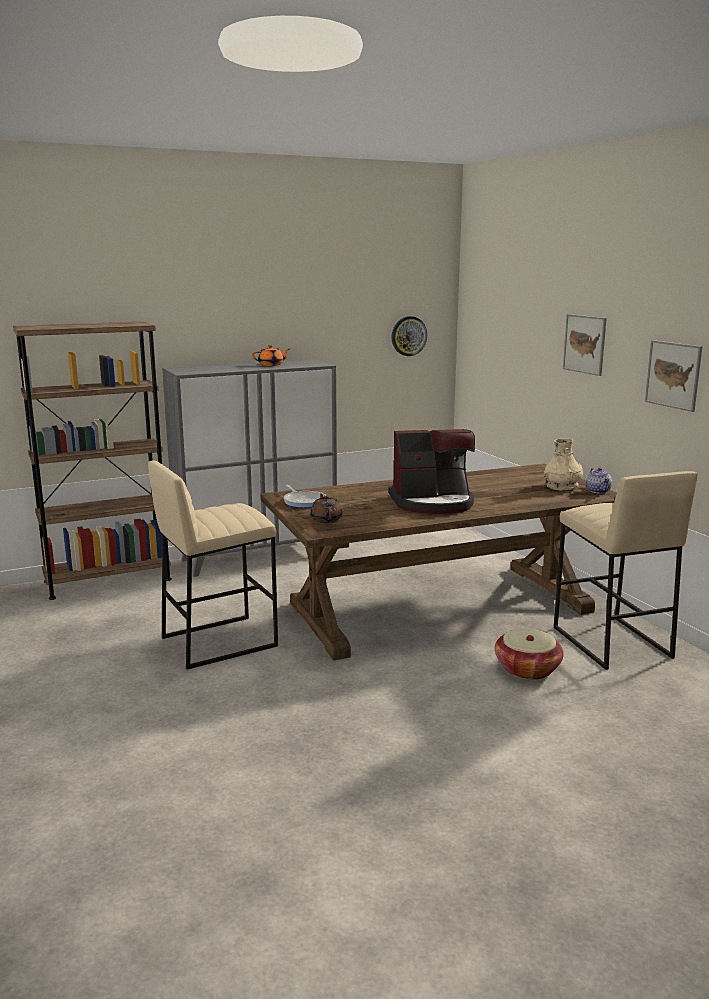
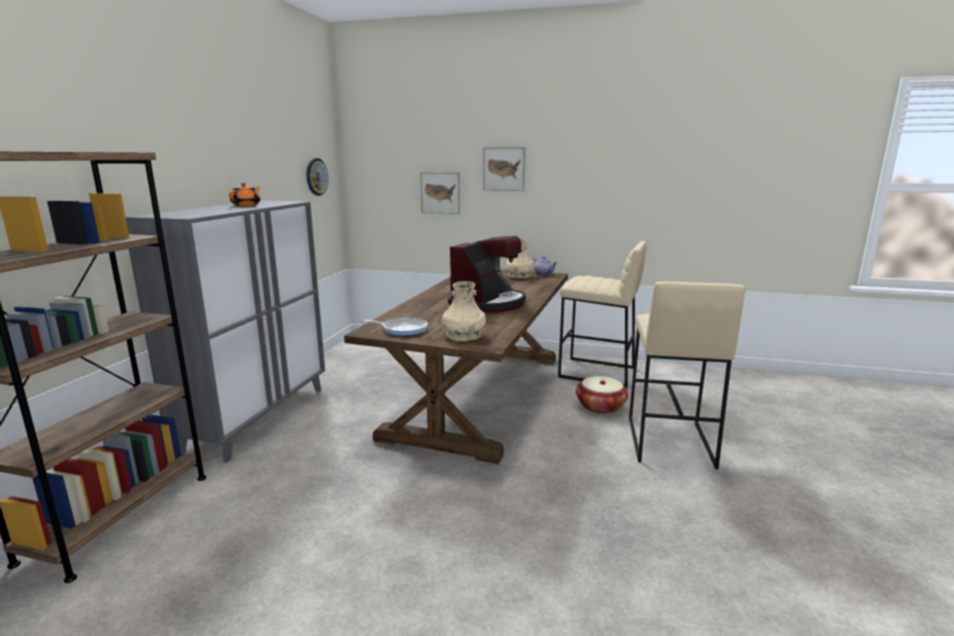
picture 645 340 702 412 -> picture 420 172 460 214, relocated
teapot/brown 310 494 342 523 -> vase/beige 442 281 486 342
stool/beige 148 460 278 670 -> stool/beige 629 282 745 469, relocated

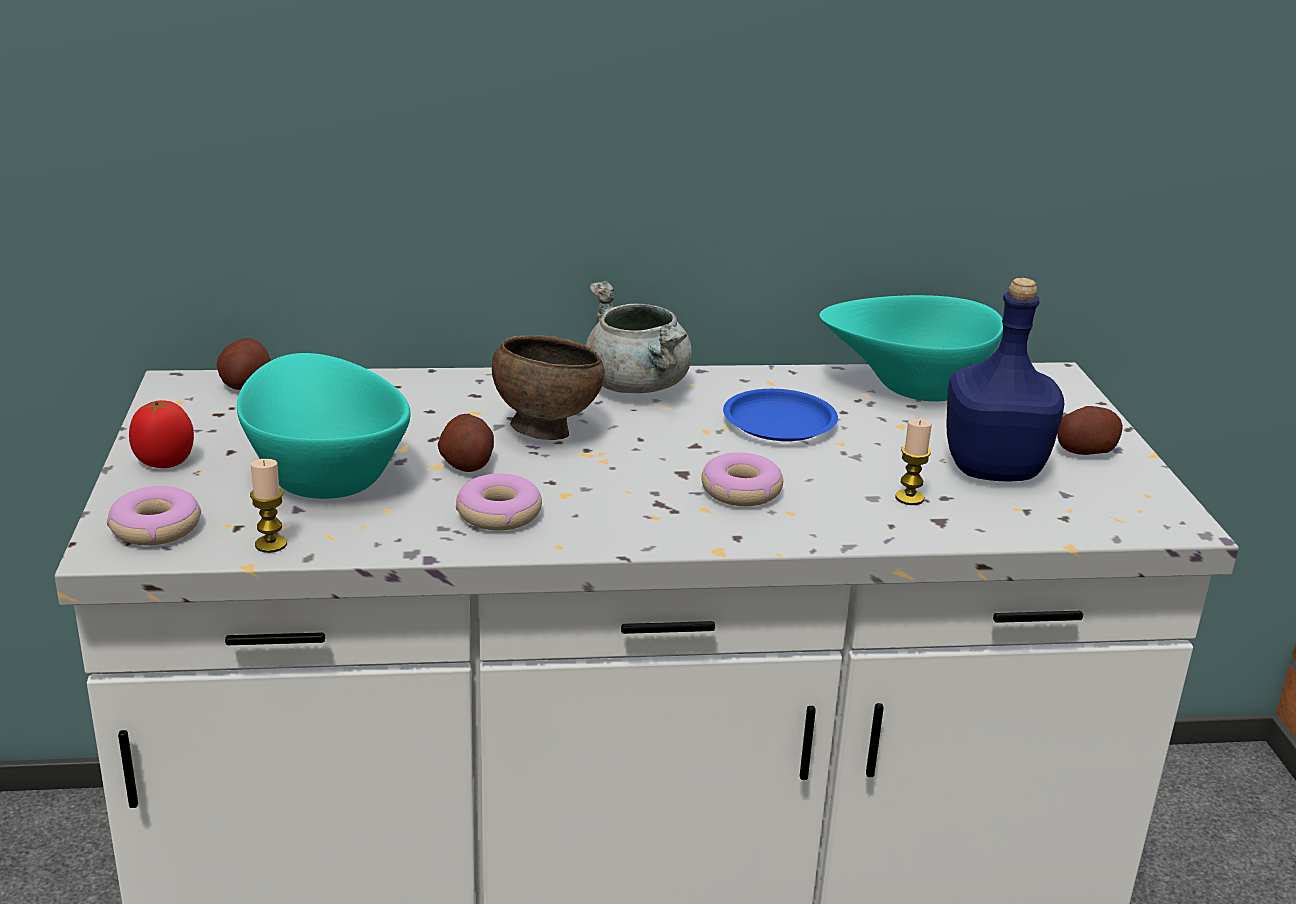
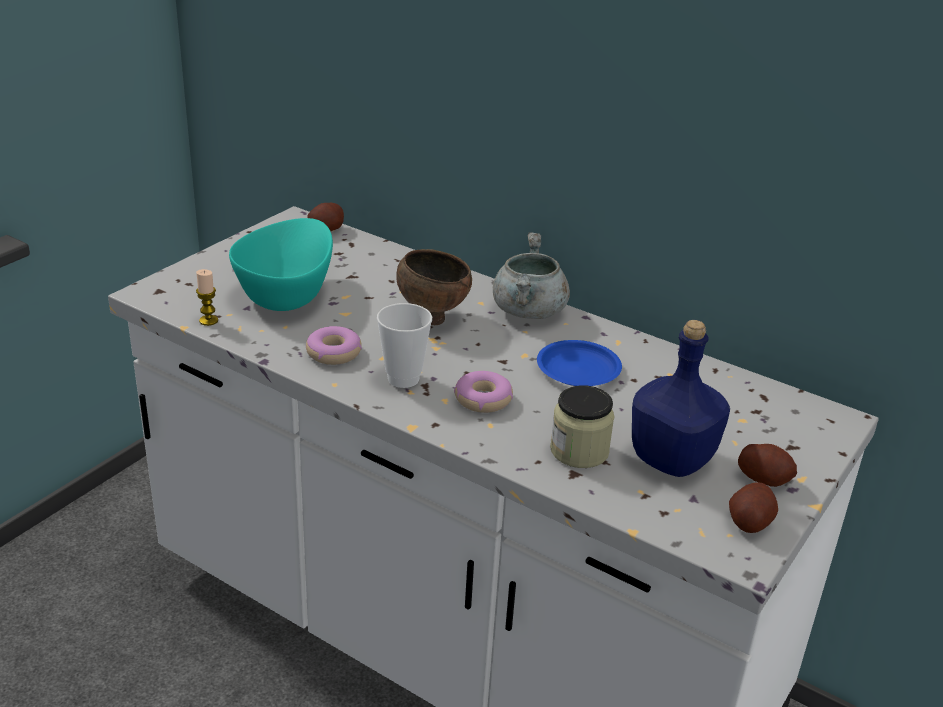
none -> cup 377 303 432 388
candle 895 419 932 505 -> jar 550 385 615 468
potato 438 414 494 472 -> potato 729 482 778 533, relocated
donut 107 486 201 545 -> none
tomato 129 400 194 468 -> none
bowl/turquoise 819 295 1003 402 -> none

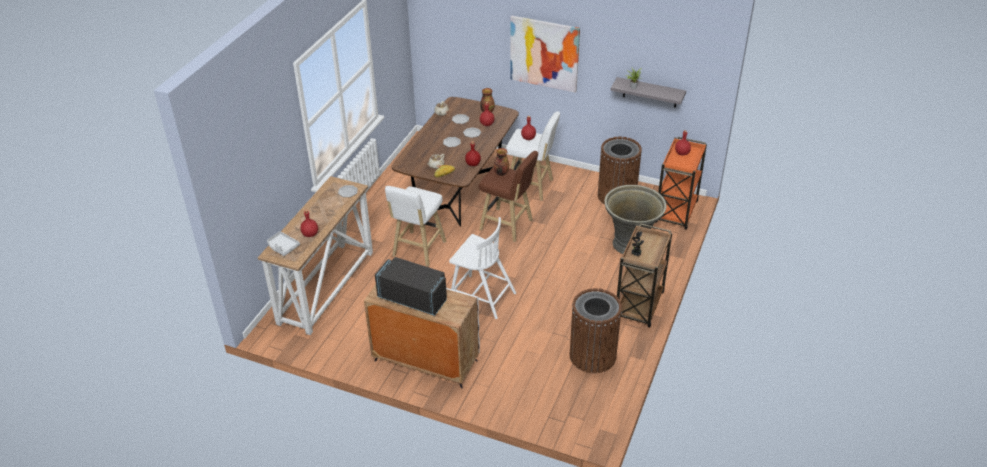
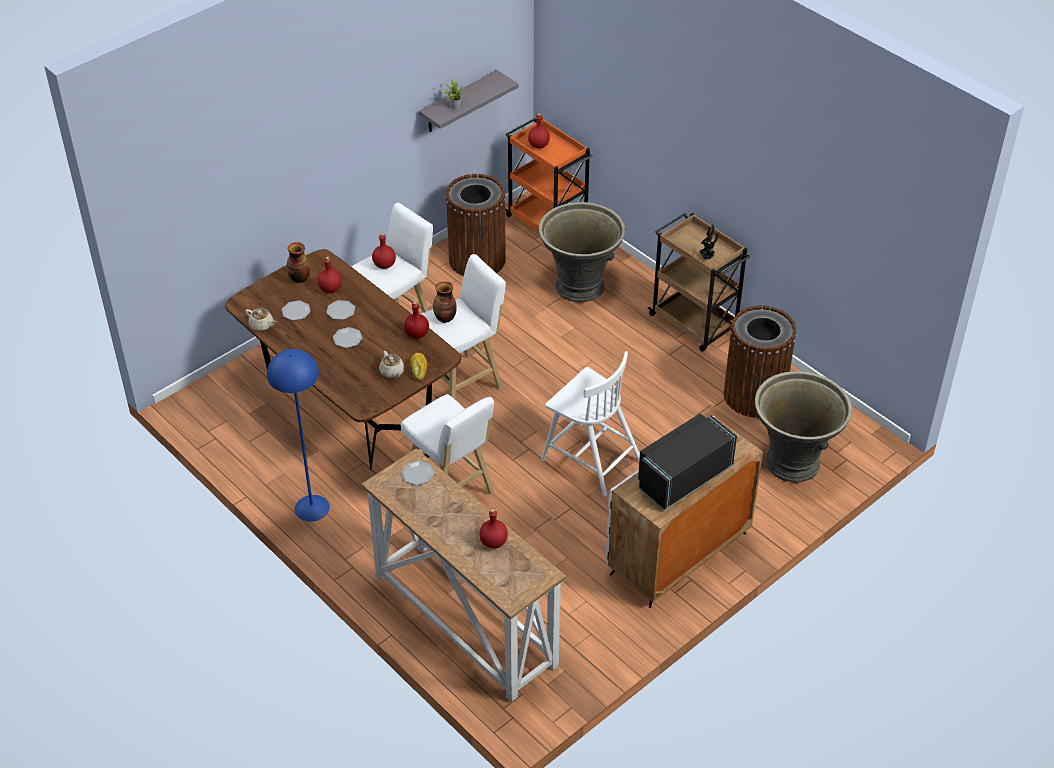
none -> floor lamp/blue 267 349 330 522
stool/brown 479 151 538 242 -> stool/white 421 254 506 399
chair/white 449 217 516 319 -> chair/white 541 351 640 496, 75 degrees clockwise
none -> planter/grey 755 371 852 483
tray/grey 267 231 300 256 -> none
picture 510 16 580 93 -> none

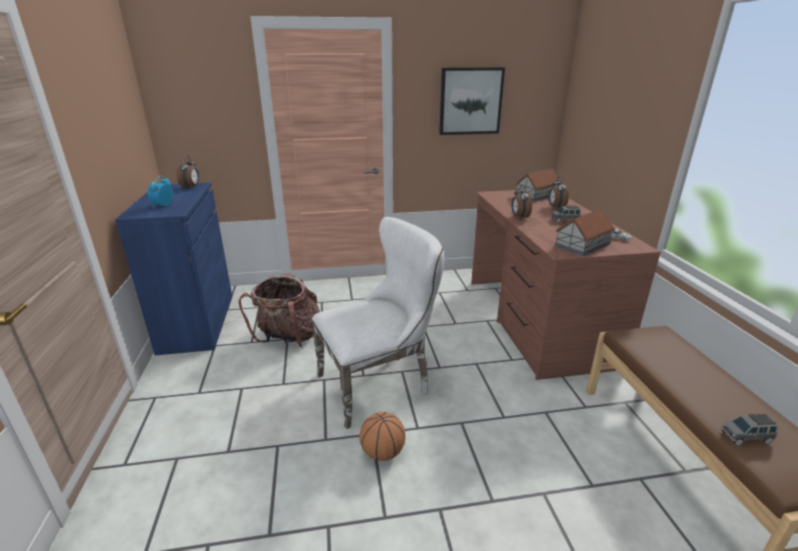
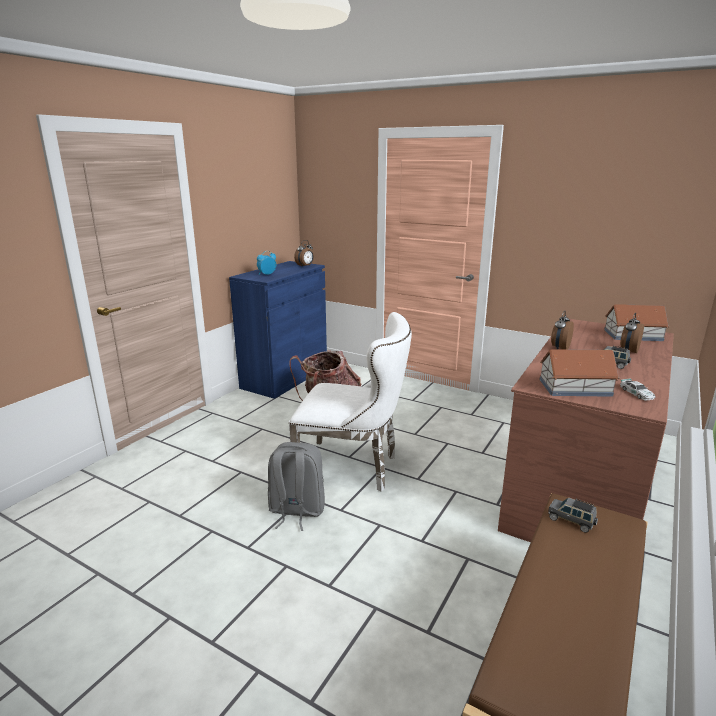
basketball 359 412 405 461 -> backpack/grey 268 442 325 531
toy car/grey 721 414 778 446 -> toy car/grey 548 498 598 533, relocated
picture 439 67 505 135 -> none

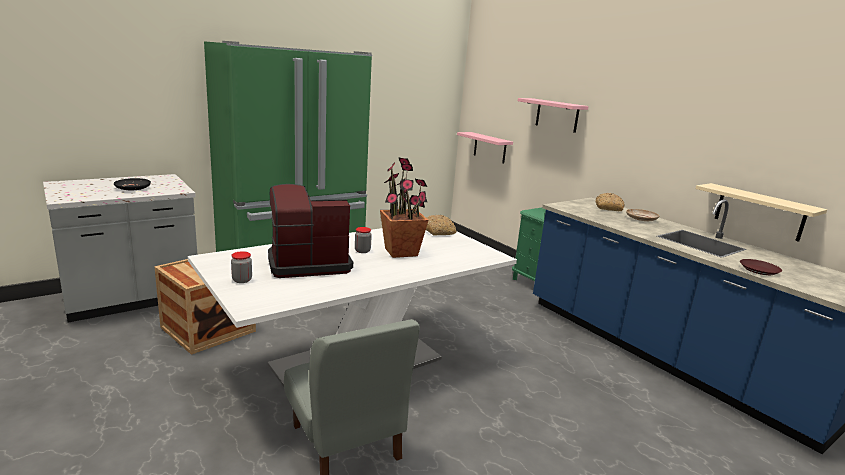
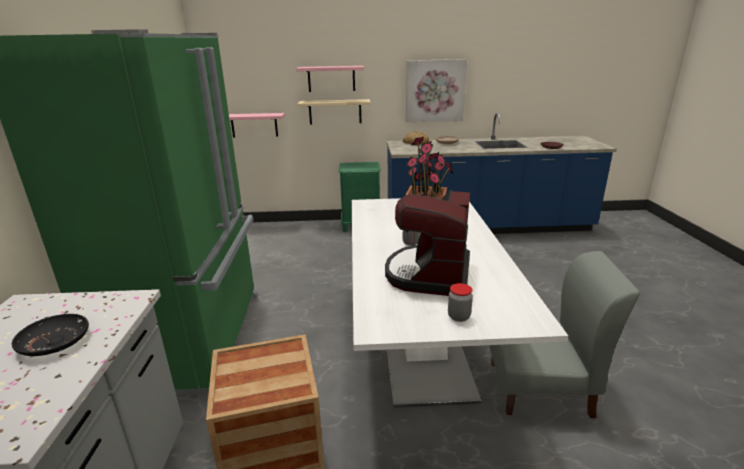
shelf/beige 696 183 827 242 -> shelf/beige 298 99 370 124, relocated
none -> picture 406 59 467 122
bread 426 215 456 236 -> none

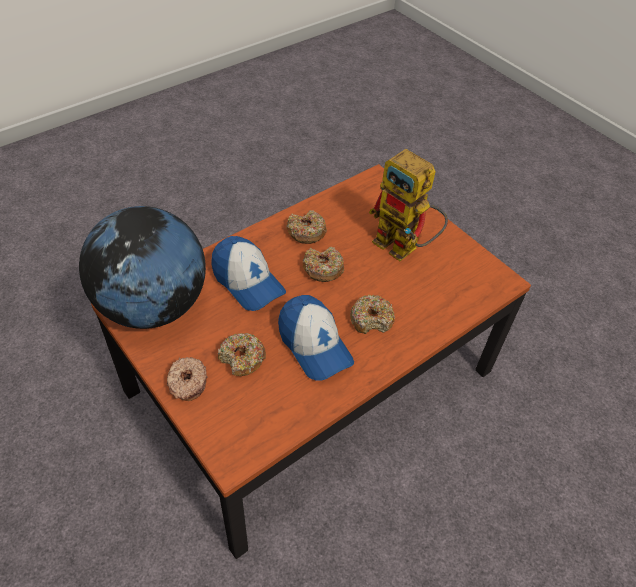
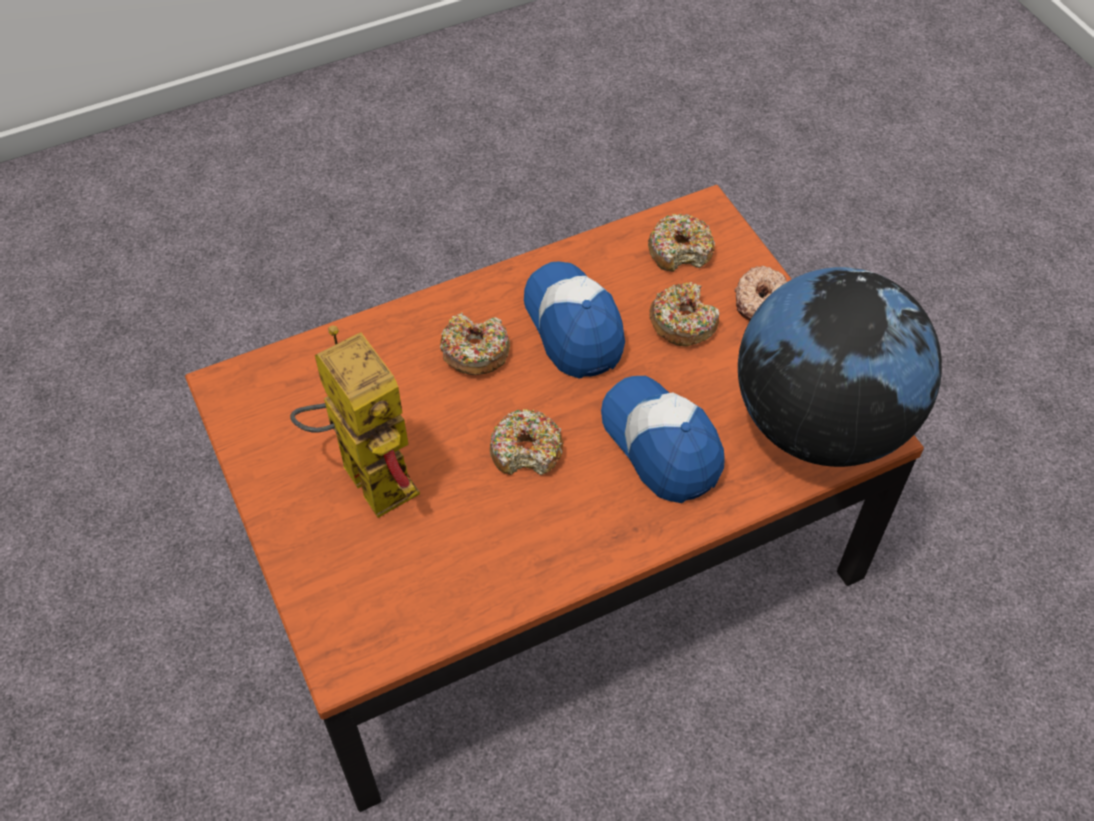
donut 287 210 327 244 -> donut 648 214 715 272, relocated

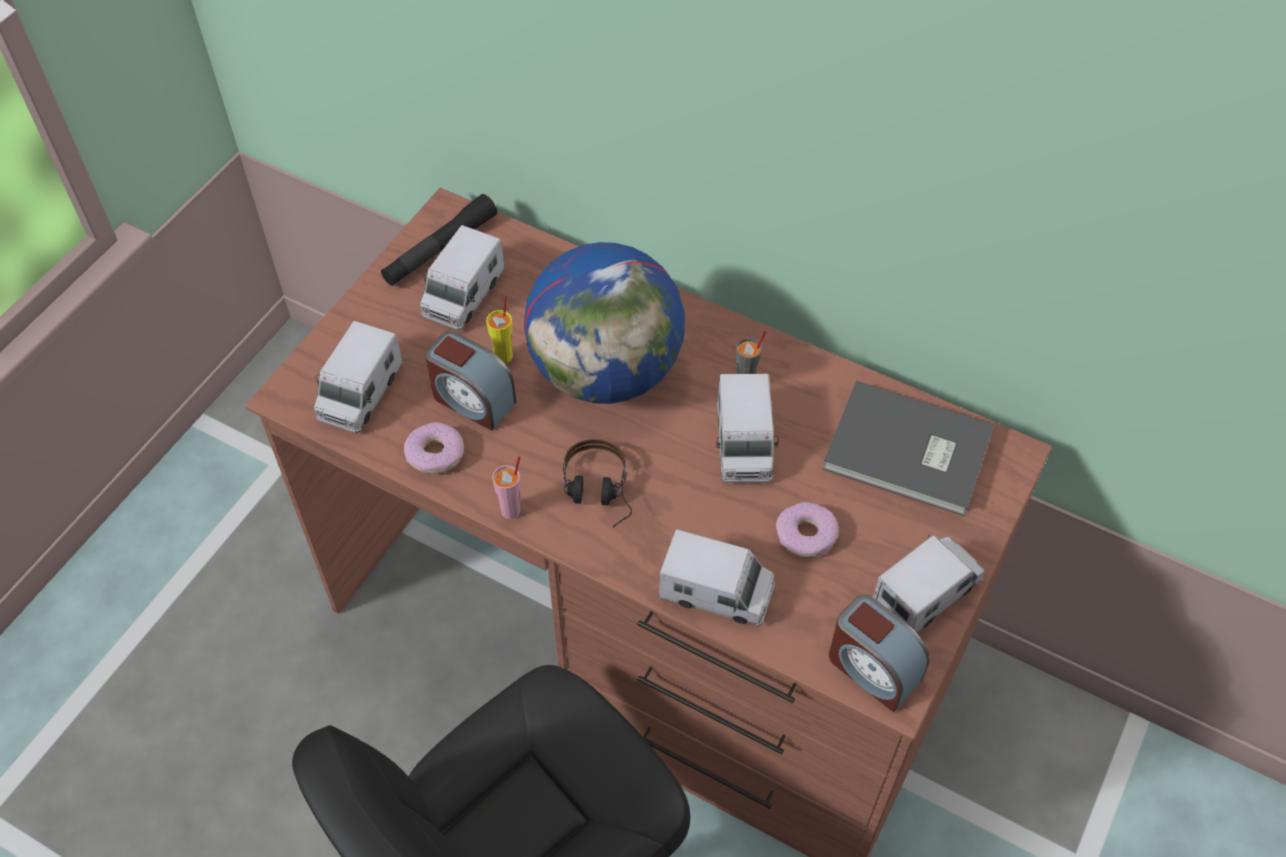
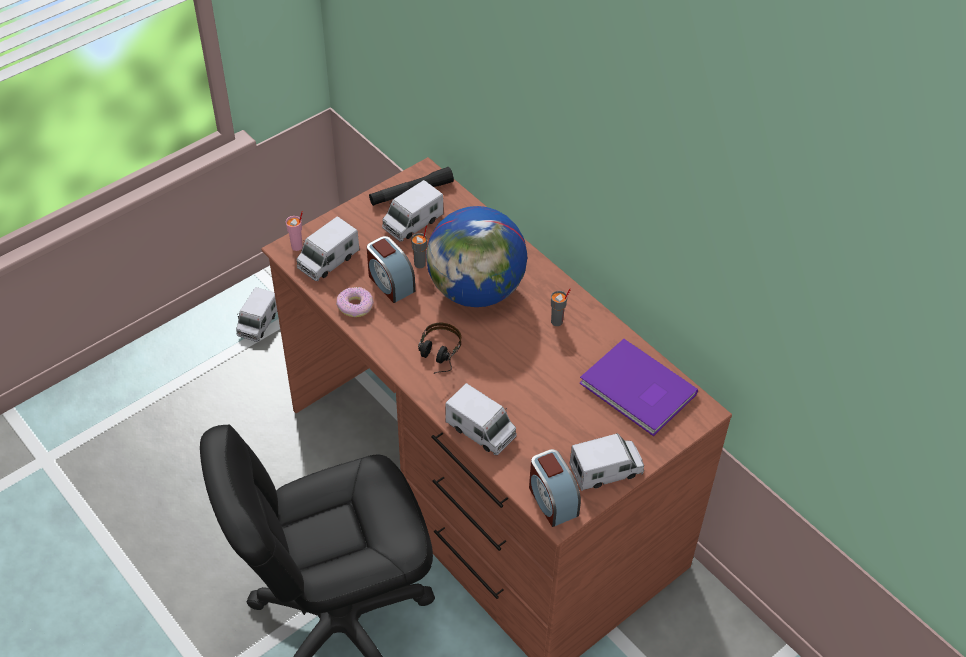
toy truck 716 374 779 483 -> toy truck 236 287 277 342, relocated
cup/pink 492 456 521 519 -> cup/pink 286 211 303 251, relocated
cup/yellow 486 296 513 364 -> cup/grey 411 225 427 268
book/grey 822 381 995 516 -> book/purple 580 339 698 436
donut 776 502 839 557 -> none

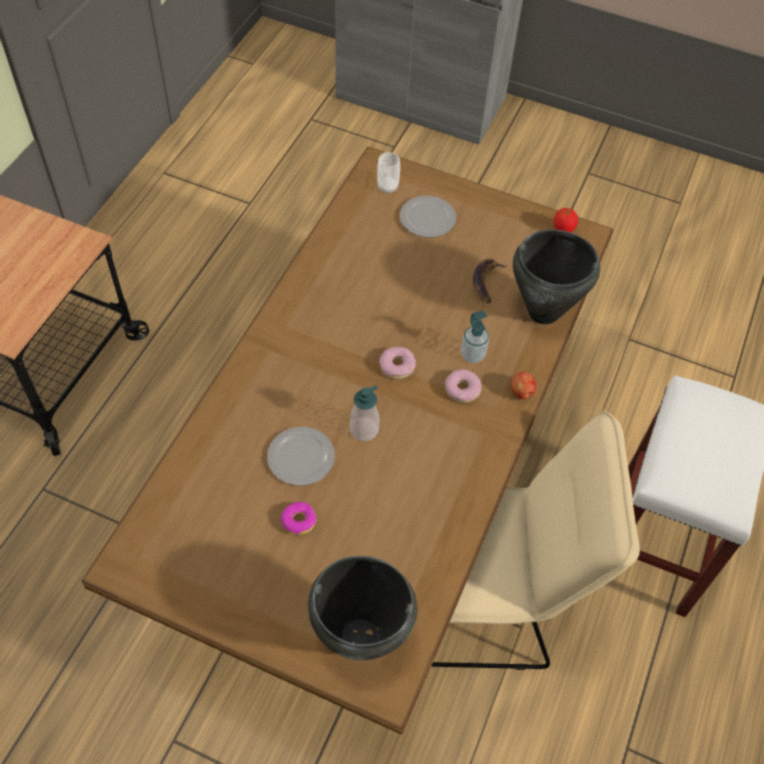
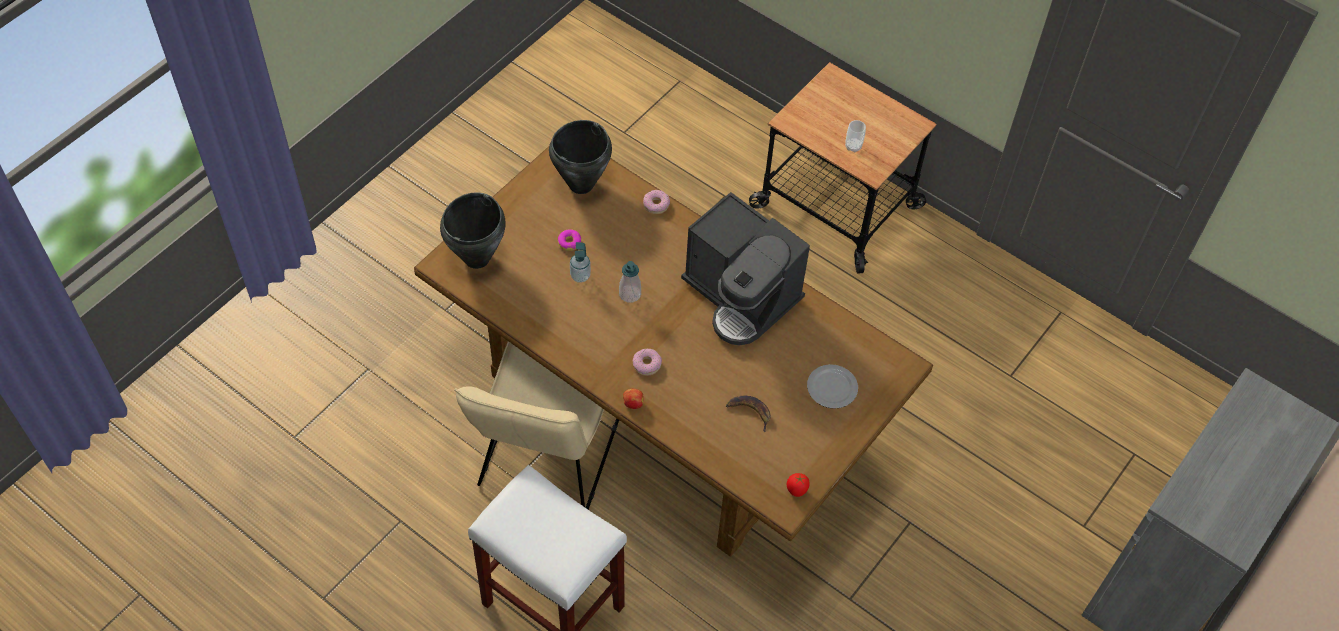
cooking pot/black 513 230 600 324 -> cooking pot/black 549 120 612 194, relocated
soap dispenser 461 311 489 363 -> soap dispenser 570 242 591 283, relocated
donut 379 347 416 379 -> donut 643 190 670 214, relocated
none -> coffee machine 681 192 810 345
cup 377 152 400 194 -> cup 845 120 866 152, relocated
plate 267 427 335 486 -> none

